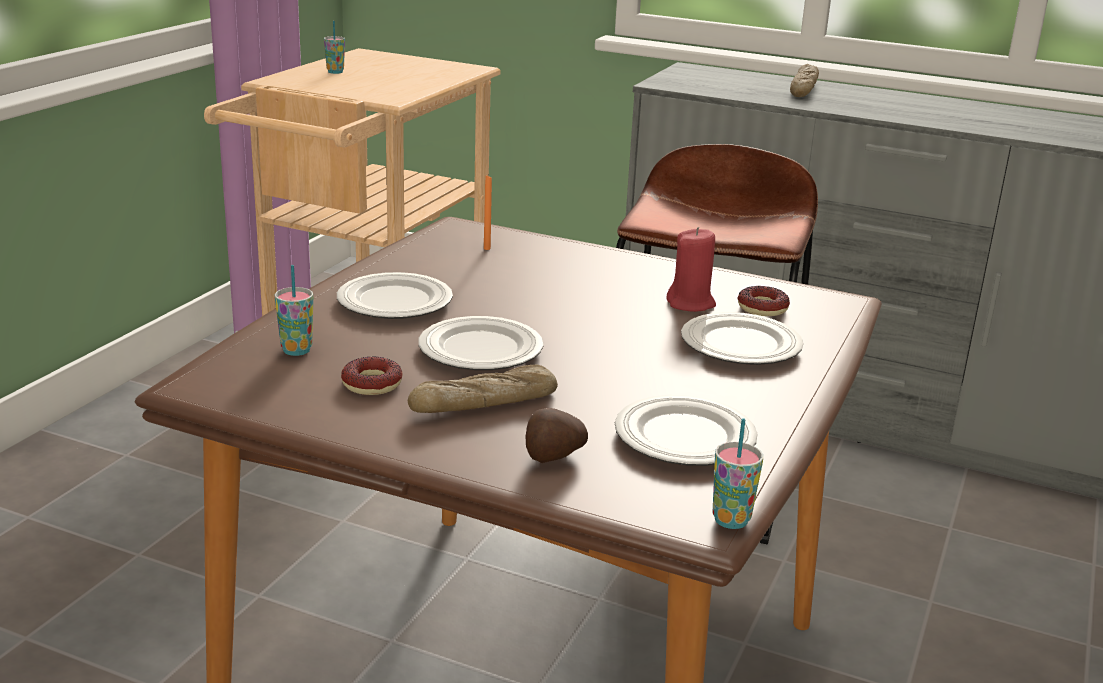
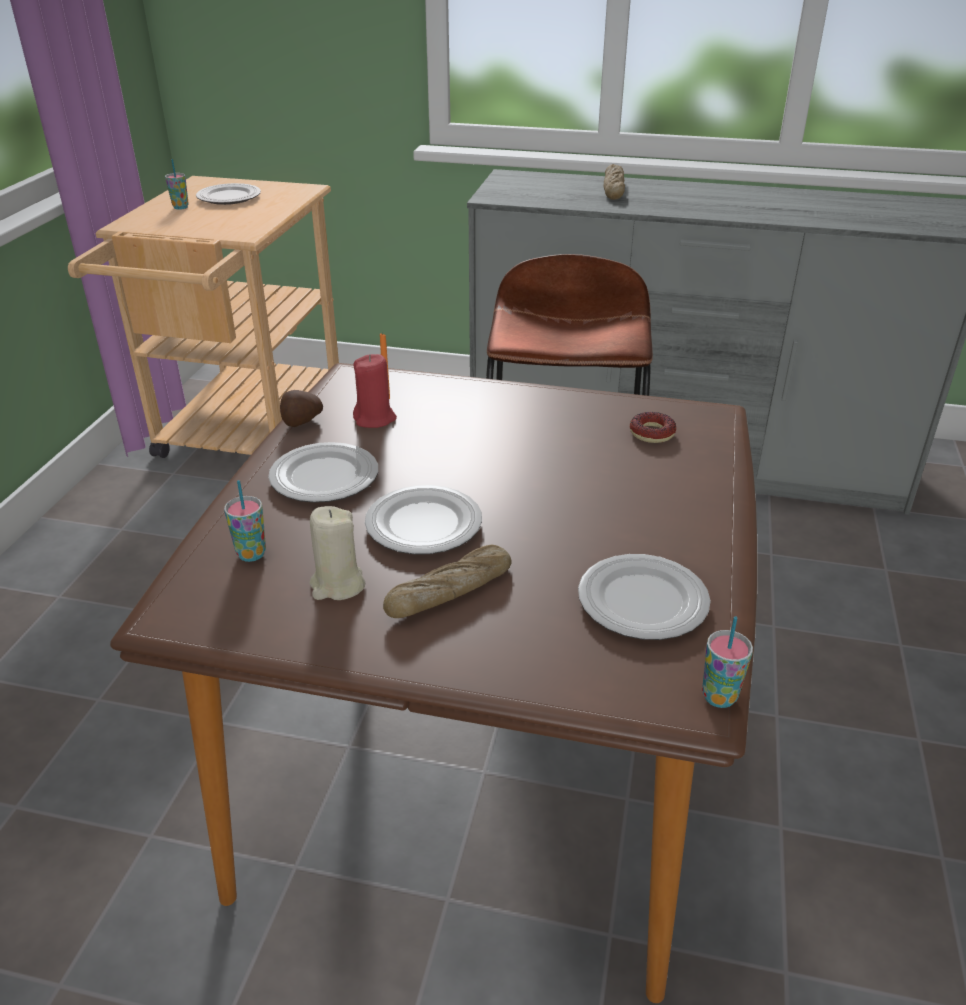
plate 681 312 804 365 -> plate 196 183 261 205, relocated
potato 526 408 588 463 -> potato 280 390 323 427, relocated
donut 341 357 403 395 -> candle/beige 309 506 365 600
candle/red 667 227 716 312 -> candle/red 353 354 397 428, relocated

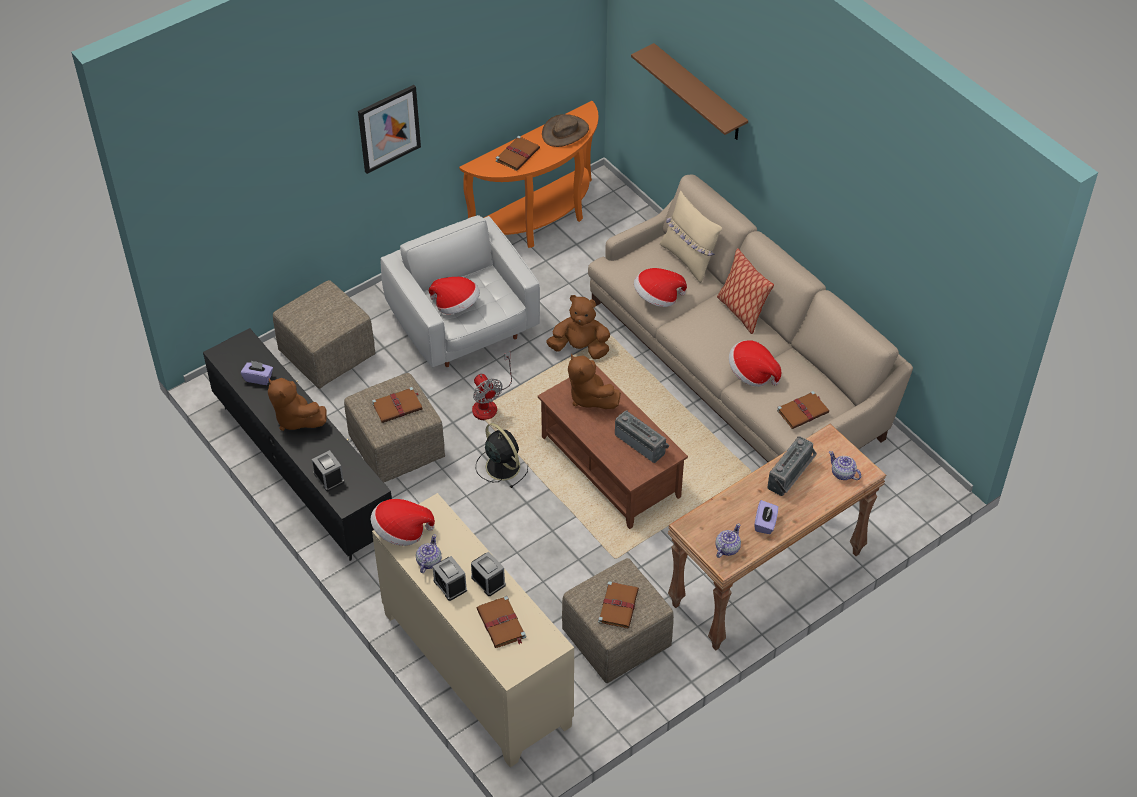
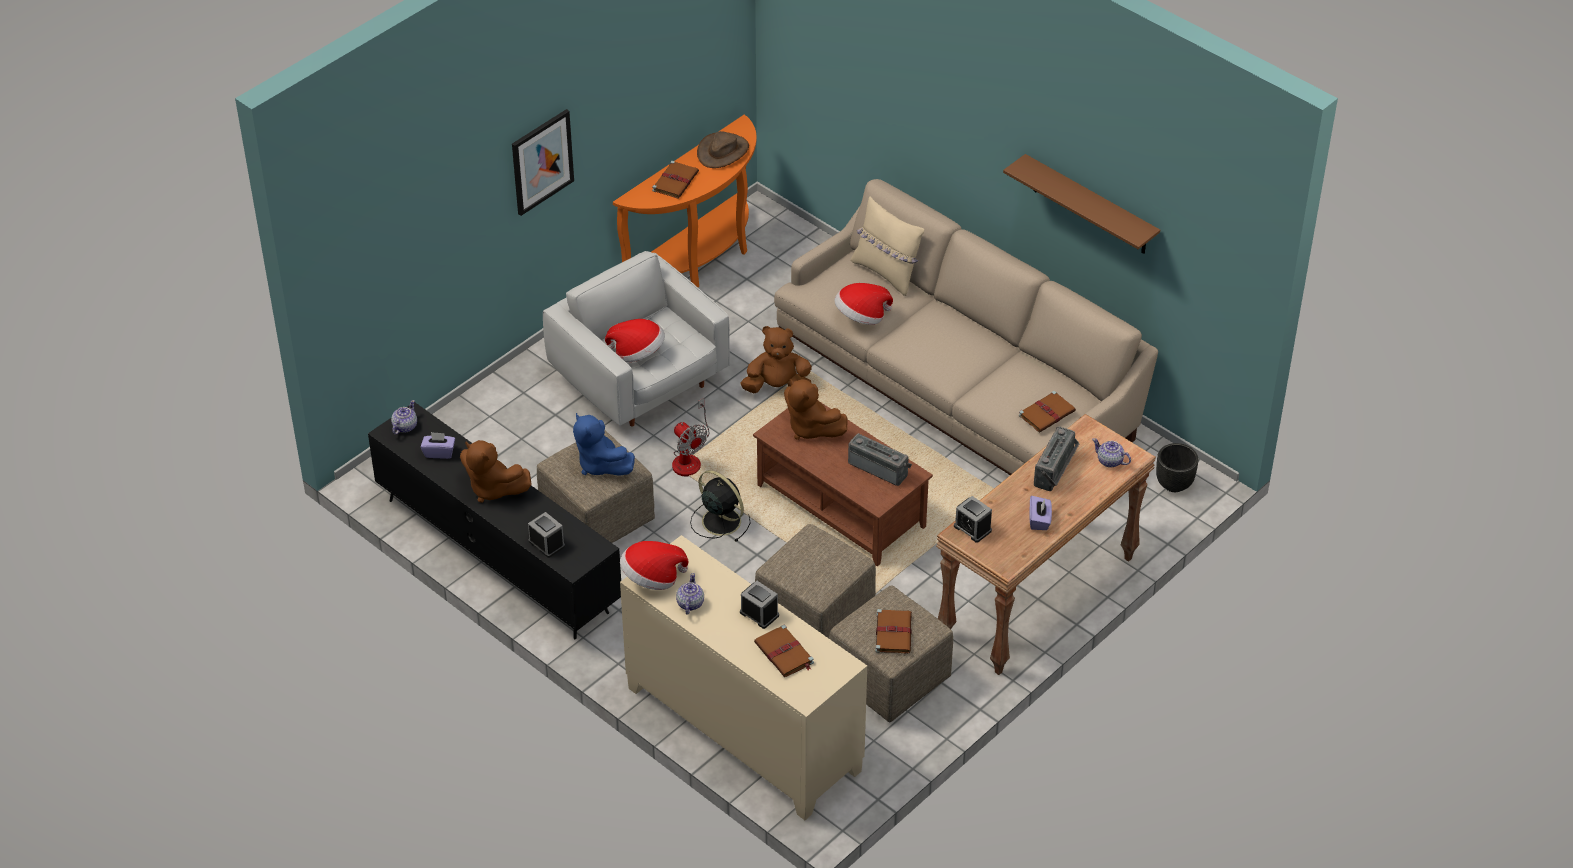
teapot 715 523 741 558 -> teapot 391 400 417 434, relocated
book/brown 372 387 423 423 -> plush toy/blue 573 413 635 476
ottoman/beige 273 280 375 389 -> ottoman/beige 755 524 876 638, relocated
alarm clock 433 556 467 601 -> alarm clock 954 496 992 543, relocated
shelf/brown 631 43 748 140 -> shelf/brown 1003 154 1160 254, relocated
none -> planter/black 1156 443 1198 492
pillow 717 248 774 334 -> none
hat 729 340 781 387 -> none

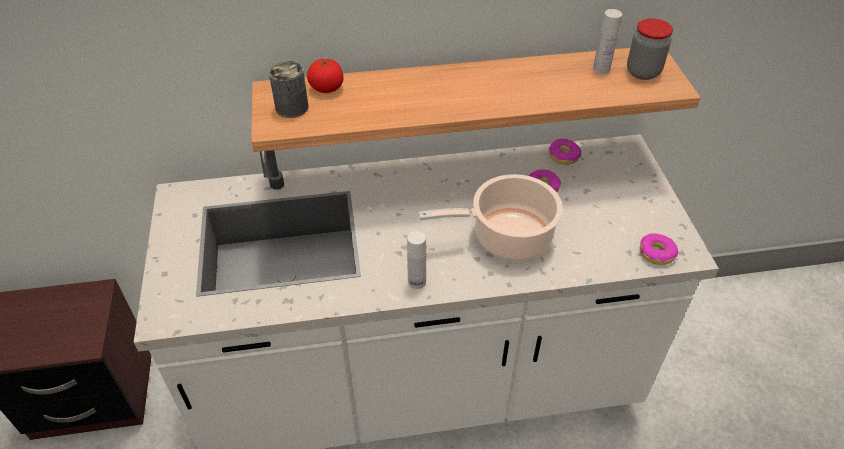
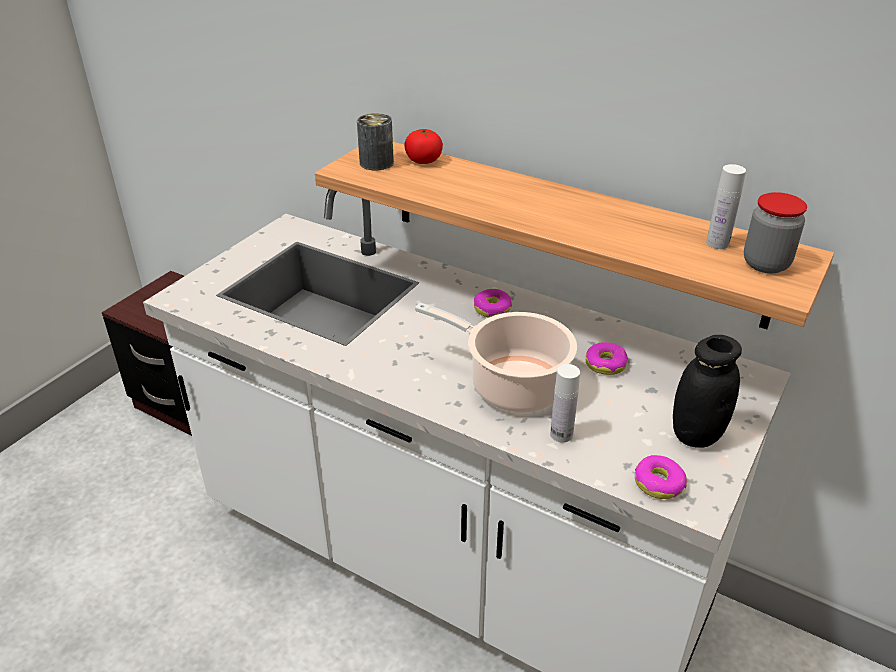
donut 549 139 581 165 -> donut 474 289 512 317, relocated
bottle/white 407 231 426 289 -> bottle/white 550 364 580 443, relocated
none -> jar/black 673 335 742 447

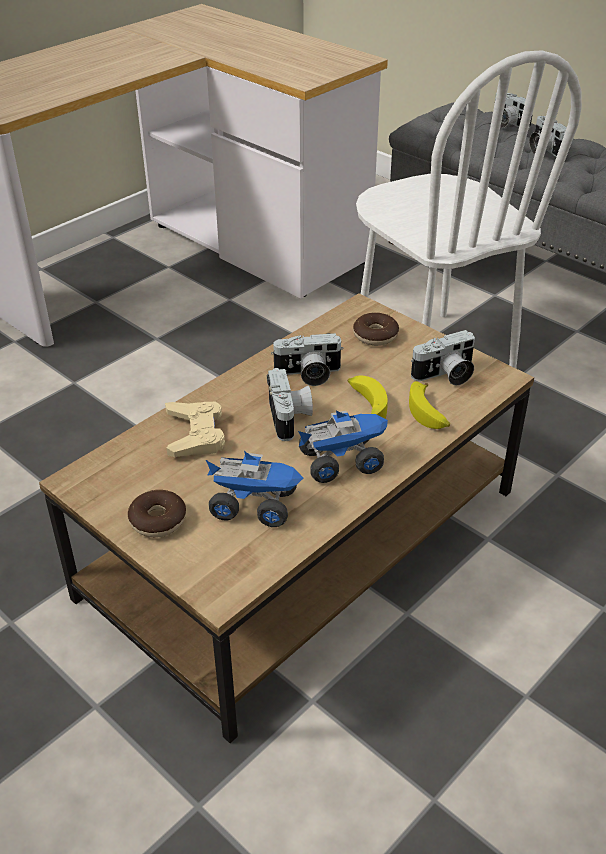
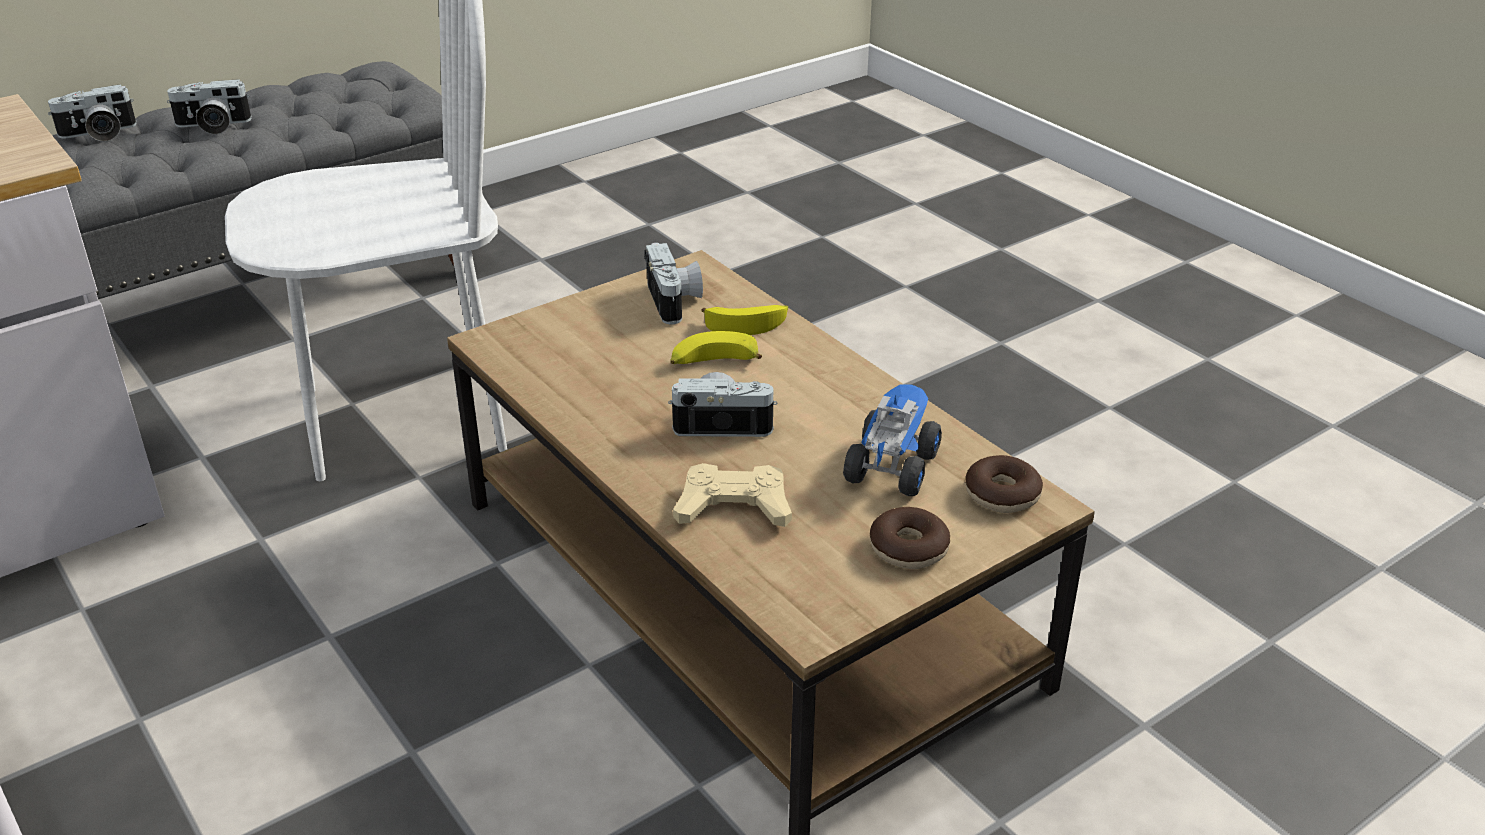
donut 353 312 399 346 -> donut 965 455 1043 513, relocated
photo camera 271 333 344 386 -> none
toy truck 298 410 388 483 -> none

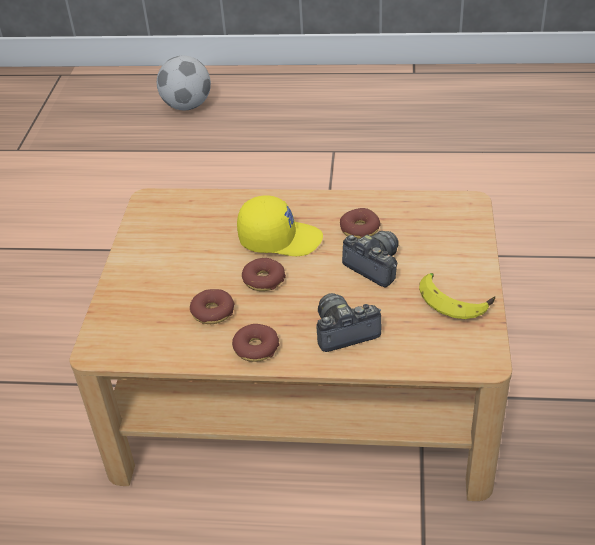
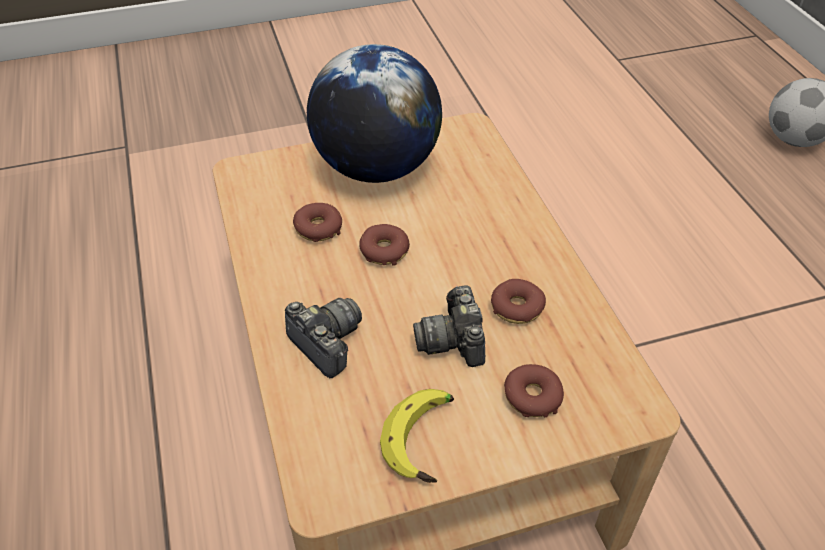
none -> globe 307 44 442 183
photo camera 342 231 399 288 -> photo camera 413 285 485 367, 150 degrees clockwise
donut 232 324 280 362 -> donut 504 364 564 417, relocated
cap/yellow 237 195 323 256 -> none

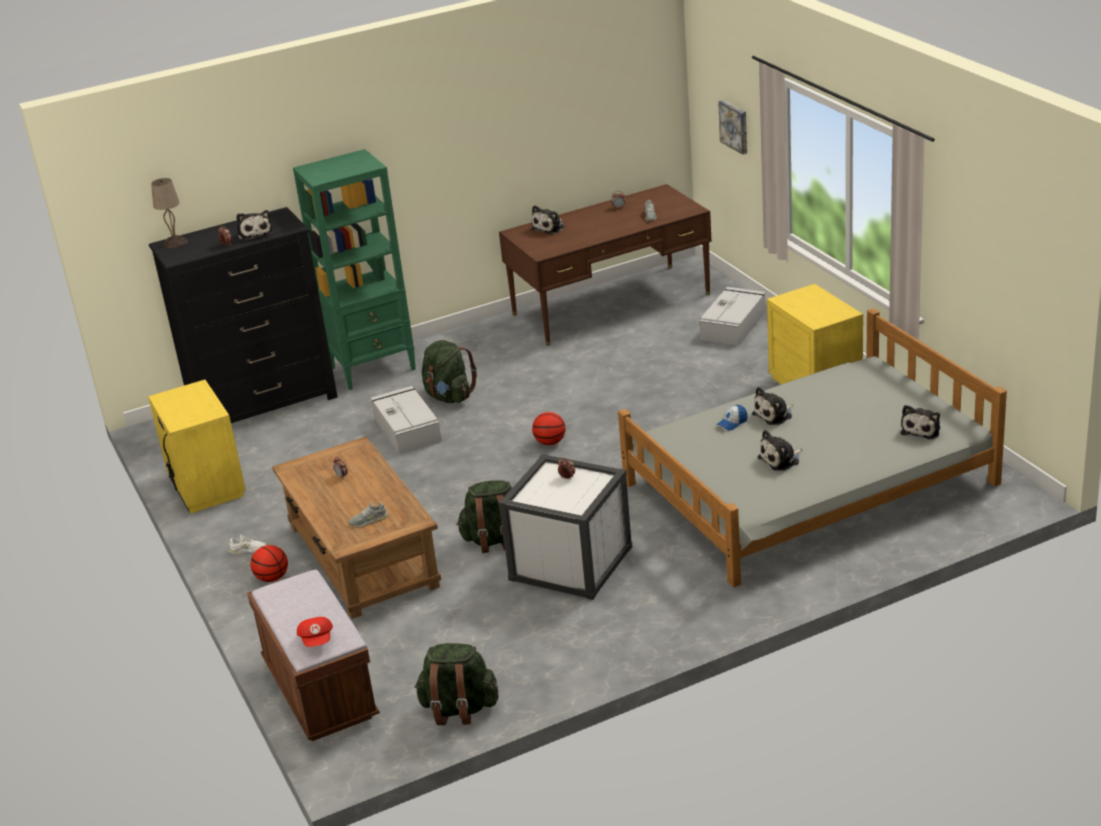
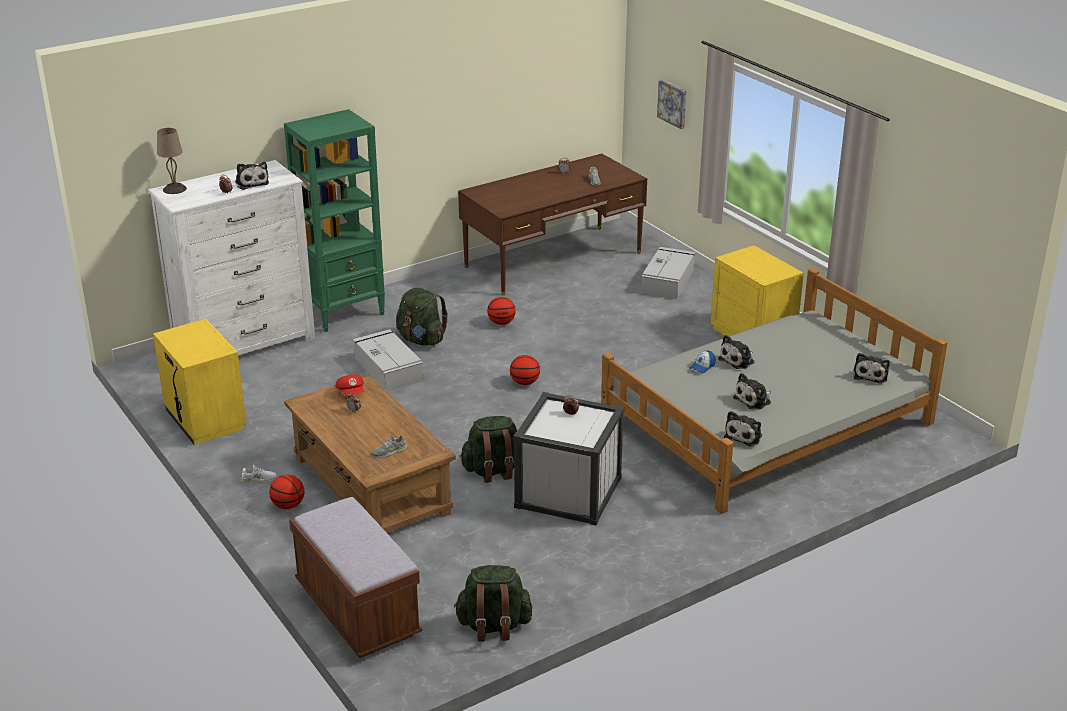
dresser/black 149 207 338 423 -> dresser/white 148 160 315 355
cap/red 297 617 333 647 -> cap/red 335 374 364 395, relocated
none -> basketball 487 297 516 325
plush toy 531 205 565 234 -> plush toy 724 411 762 446, relocated

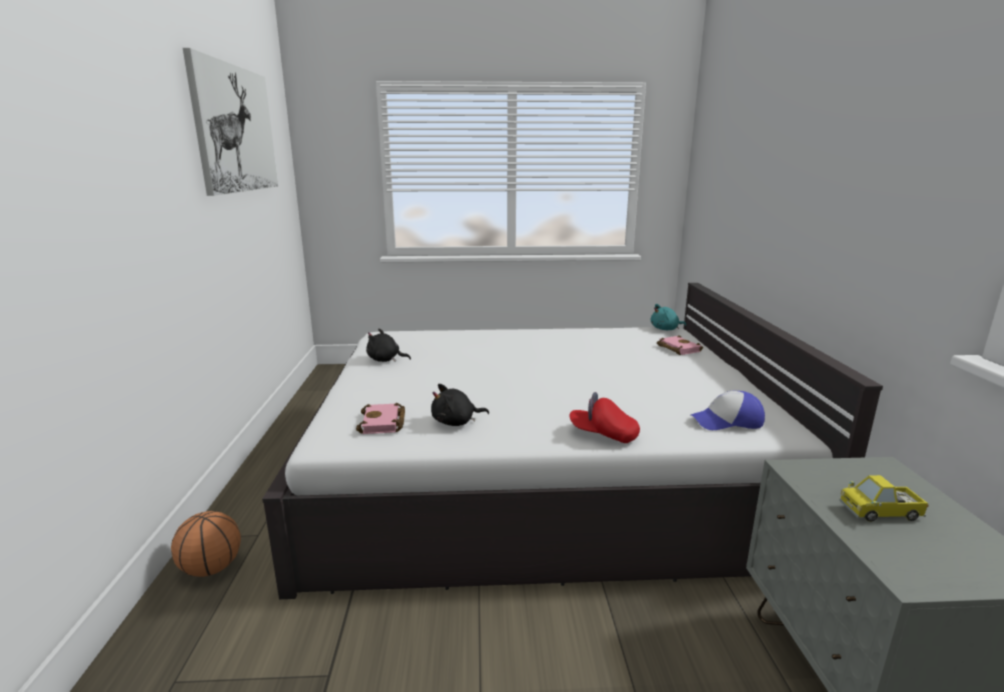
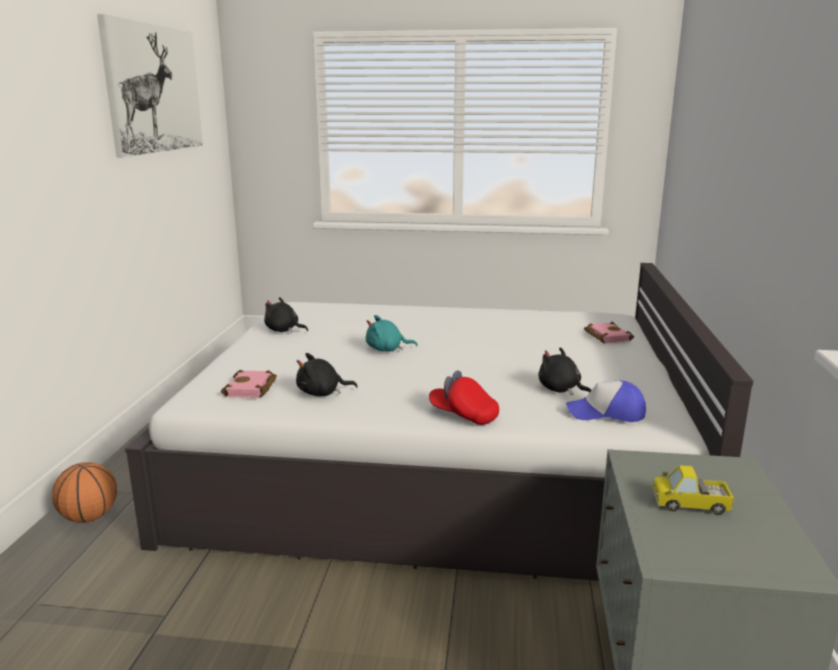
plush toy/turquoise 651 304 686 330 -> plush toy/turquoise 366 315 417 352, relocated
none -> plush toy/black 538 347 591 395

